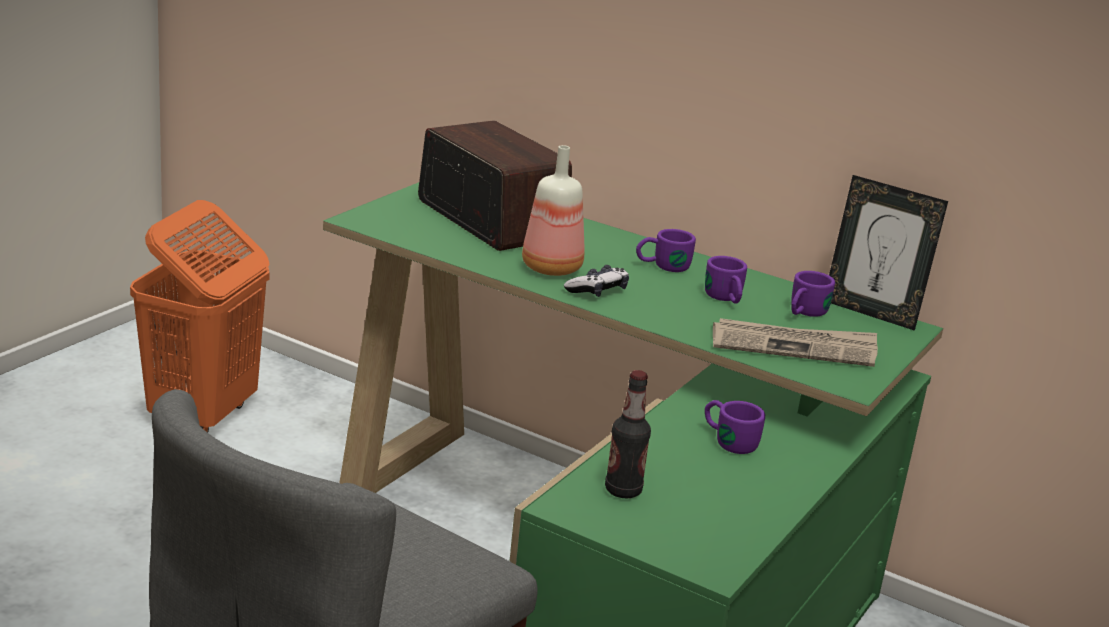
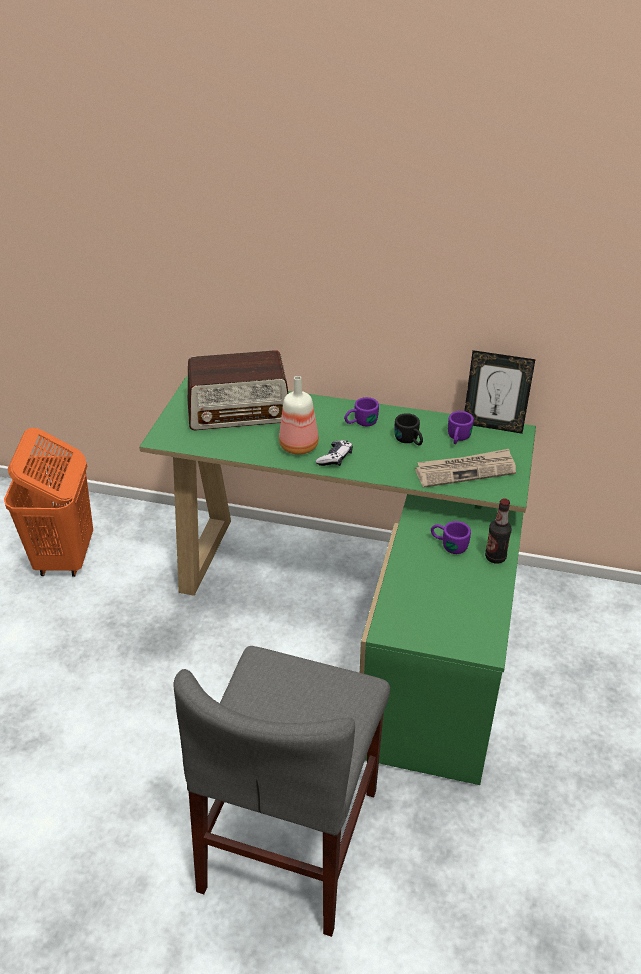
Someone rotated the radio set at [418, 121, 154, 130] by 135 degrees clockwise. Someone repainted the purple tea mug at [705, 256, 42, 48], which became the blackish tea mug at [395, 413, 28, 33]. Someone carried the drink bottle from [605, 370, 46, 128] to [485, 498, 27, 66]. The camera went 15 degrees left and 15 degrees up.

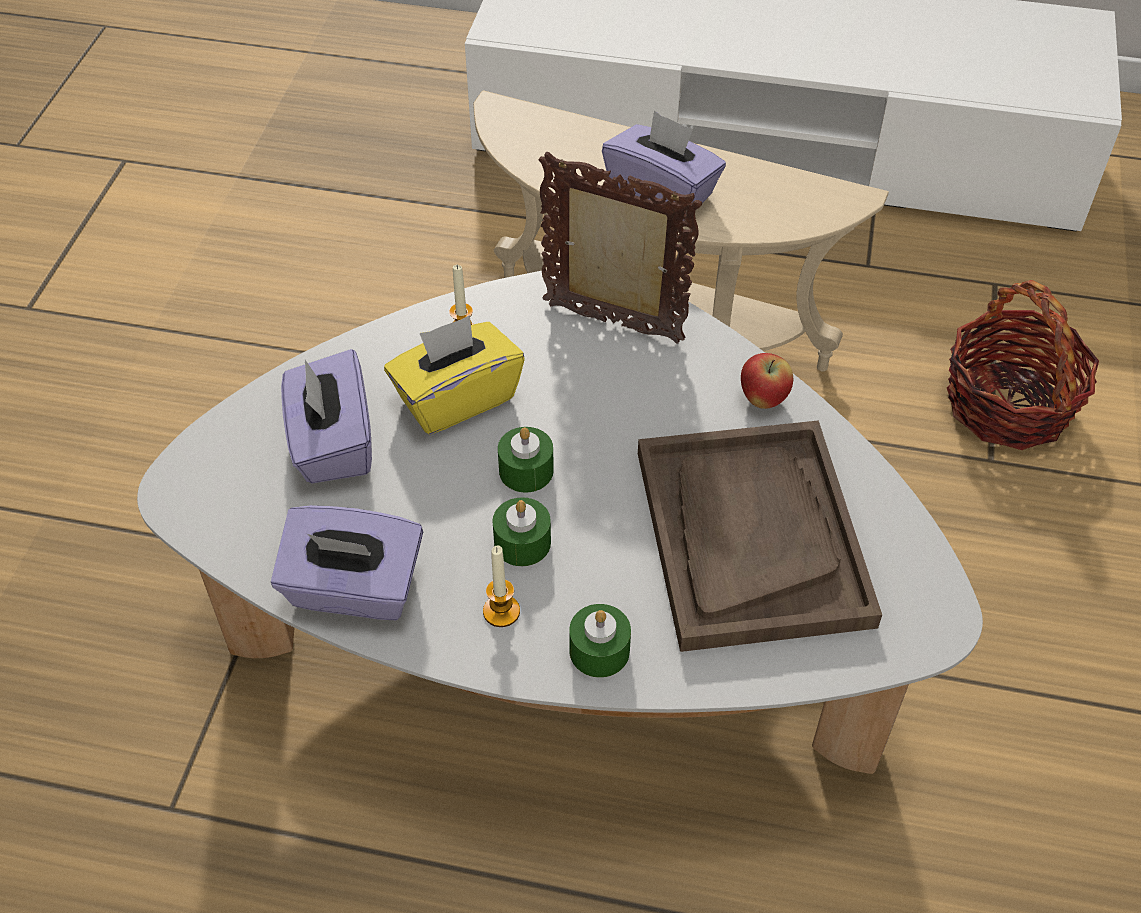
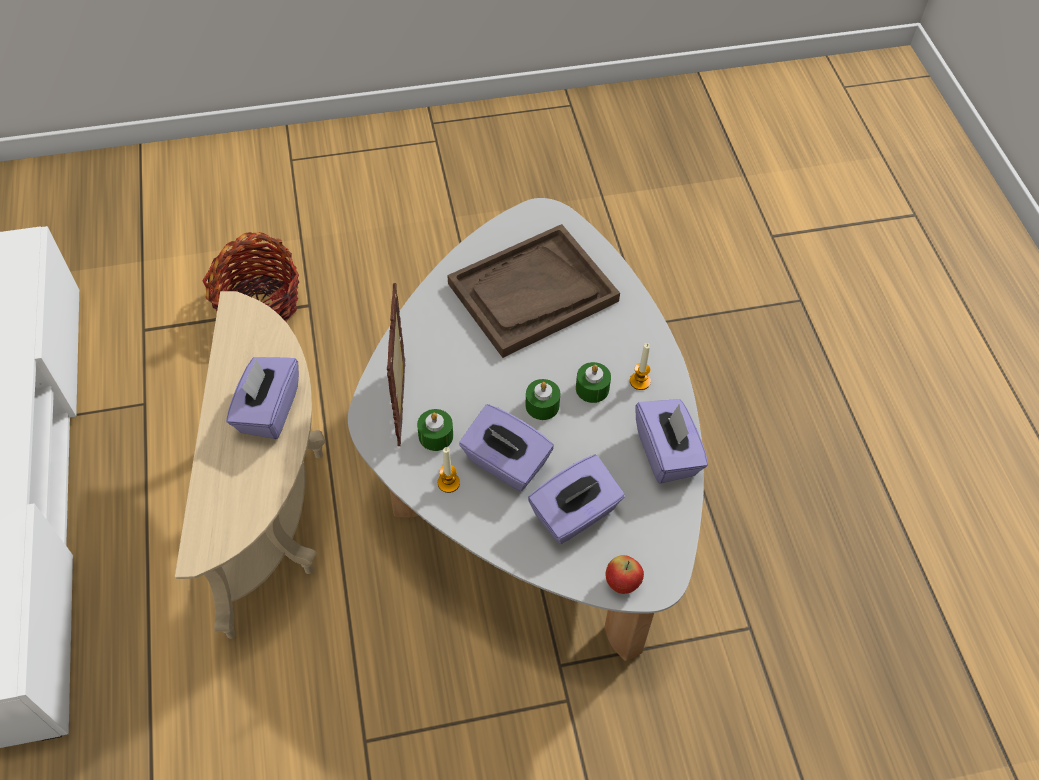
Someone carried the green-coloured wax candle from [569, 604, 62, 74] to [417, 409, 36, 42]. Someone repainted the yellow-coloured box of tissues at [384, 315, 140, 119], which became the purple box of tissues at [459, 404, 95, 87]. Someone carried the whole apple from [741, 353, 52, 56] to [606, 555, 38, 39]. The camera went 115 degrees left and 5 degrees up.

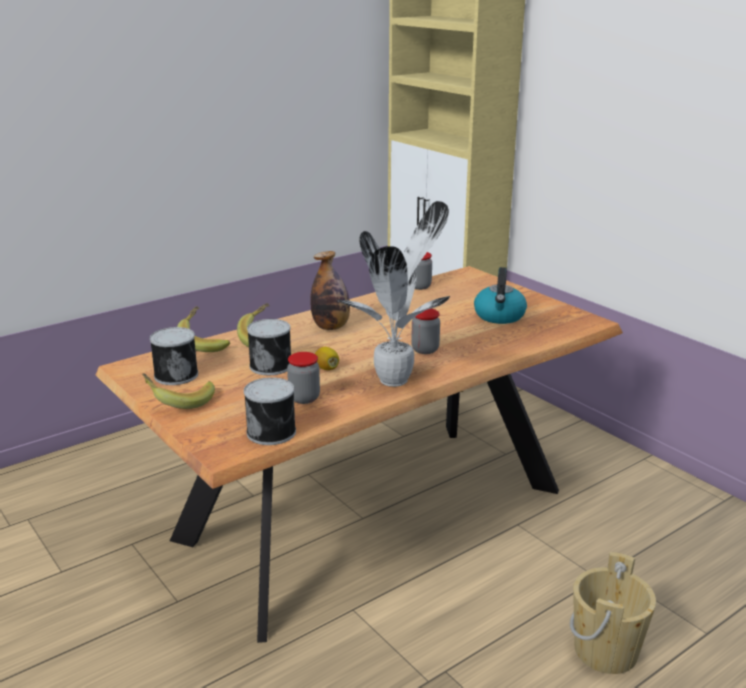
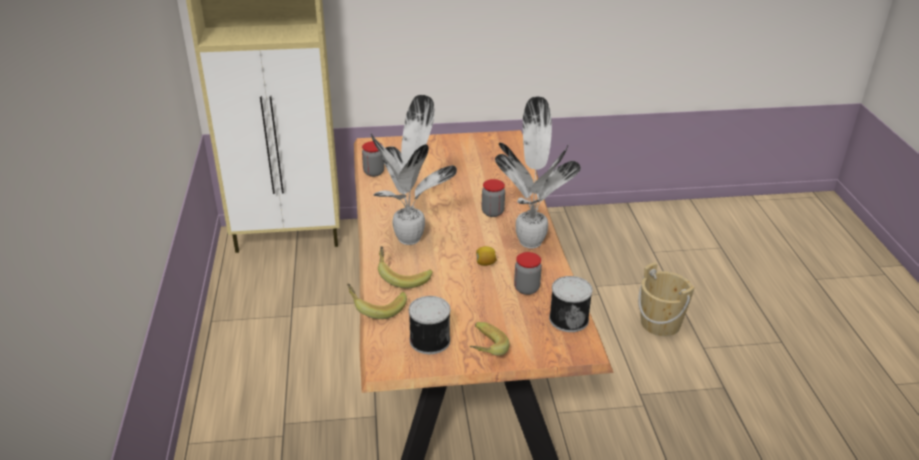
Someone swapped the drink bottle at [310, 251, 40, 79] for the houseplant at [371, 95, 86, 150]. Someone took away the sealed can at [247, 319, 44, 56]. Someone took away the water kettle at [474, 267, 53, 57]. The camera went 60 degrees left and 10 degrees up.

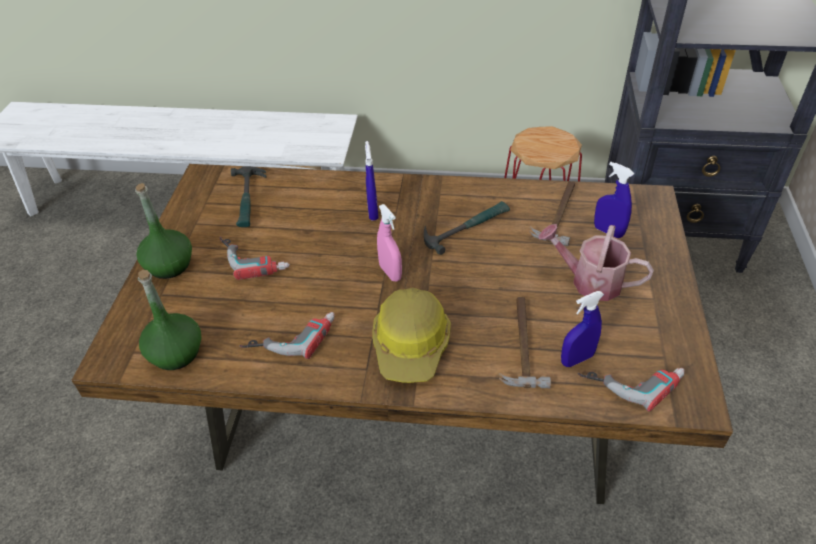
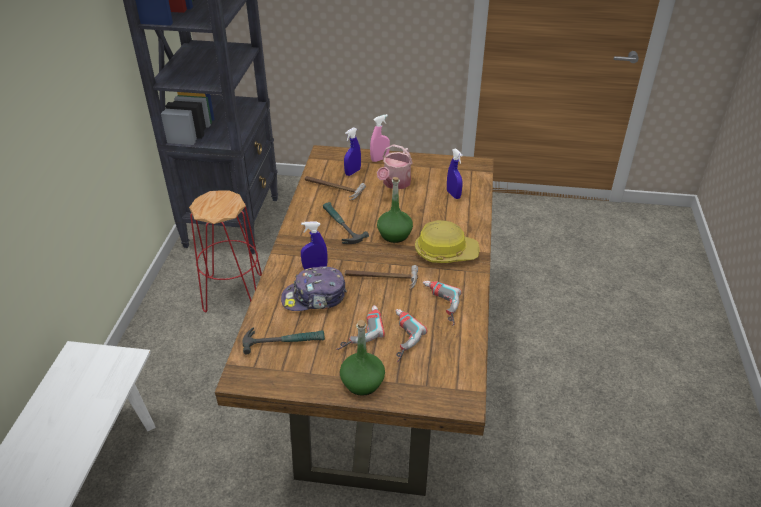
Someone put down the peaked cap at [281, 266, 66, 45]. Someone carried the tool hammer from [499, 297, 52, 91] to [345, 265, 73, 25]. Someone carried the pinkish sprayer from [377, 204, 25, 78] to [370, 114, 20, 48]. Someone carried the green-coloured drink bottle from [138, 270, 63, 100] to [377, 177, 36, 66]. Someone carried the electric drill from [578, 368, 107, 44] to [395, 309, 32, 53]. The camera went 90 degrees left and 5 degrees down.

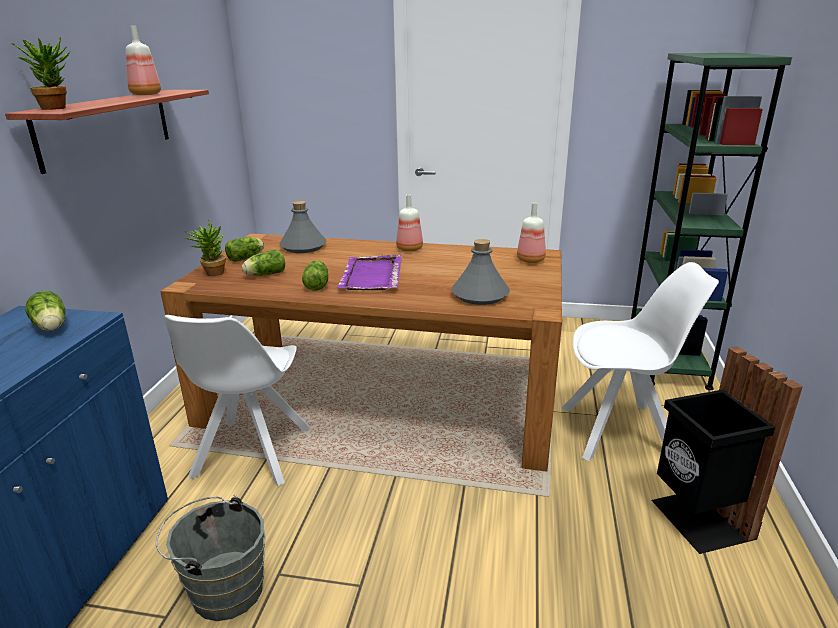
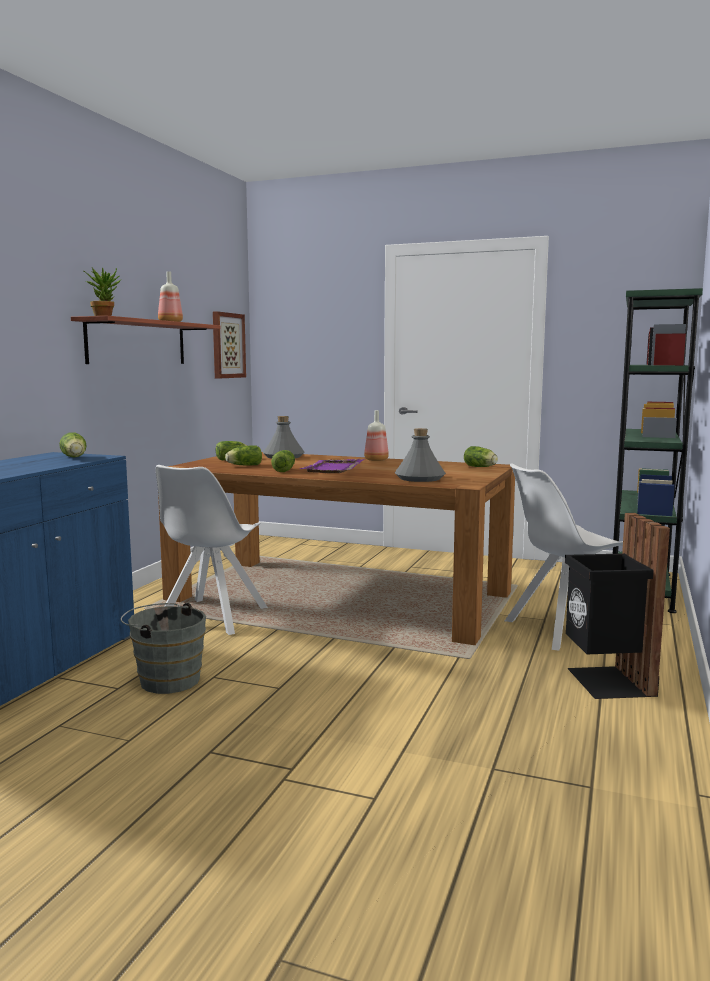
Someone put up the wall art at [213, 311, 33, 67]. Someone swapped the drink bottle at [517, 203, 29, 60] for the lettuce head at [464, 446, 34, 21]. Someone rotated the white upright chair at [562, 262, 157, 199] by 150 degrees clockwise. Someone took away the houseplant at [185, 220, 41, 56]. The camera went 10 degrees right and 15 degrees down.

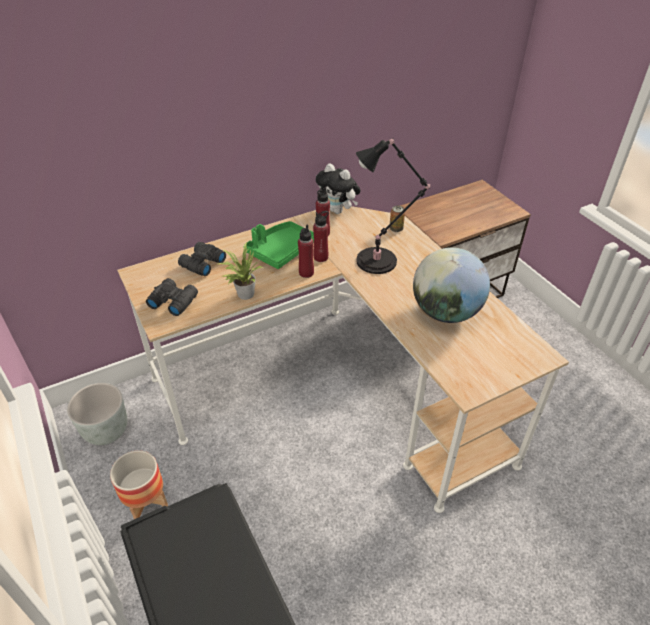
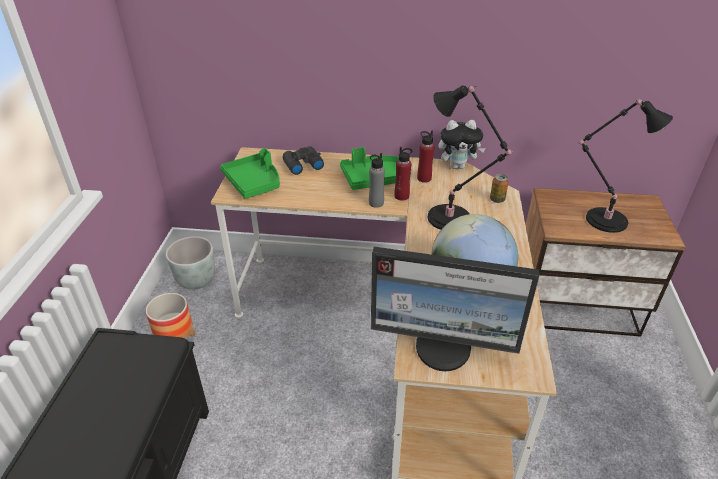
Someone swapped the blackish field glasses at [146, 278, 52, 38] for the green-coloured serving tray at [220, 148, 60, 51]. Someone repainted the red drink bottle at [298, 225, 16, 53], which became the greyish drink bottle at [369, 153, 16, 55]. Someone put down the computer display at [371, 247, 168, 124]. Someone rotated the cuddly toy at [316, 163, 45, 51] by 75 degrees counterclockwise. Someone put down the blackish tabletop lamp at [577, 99, 96, 134]. Someone took away the houseplant at [219, 242, 44, 58]. The camera went 35 degrees right and 5 degrees down.

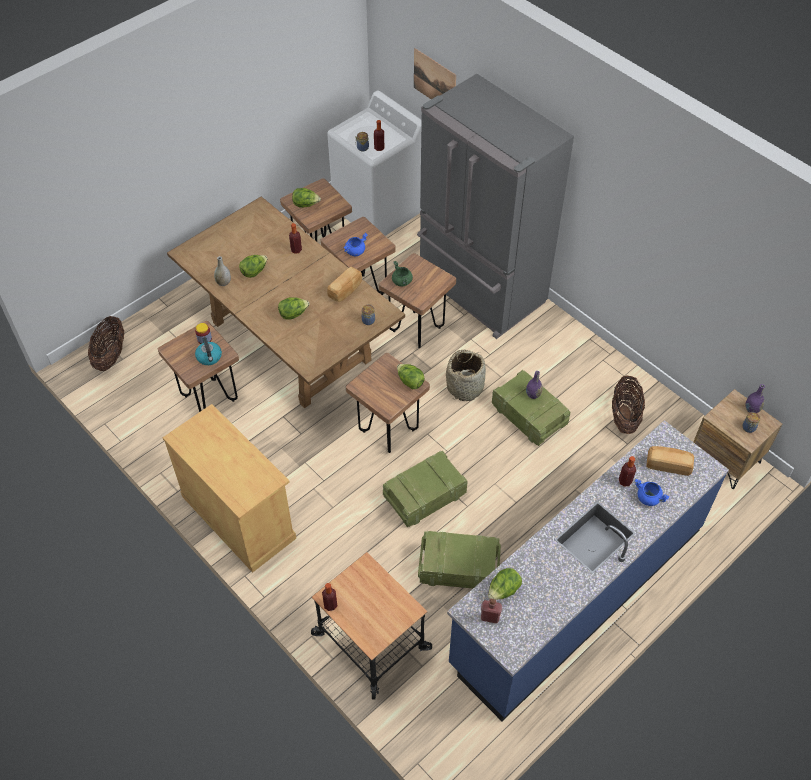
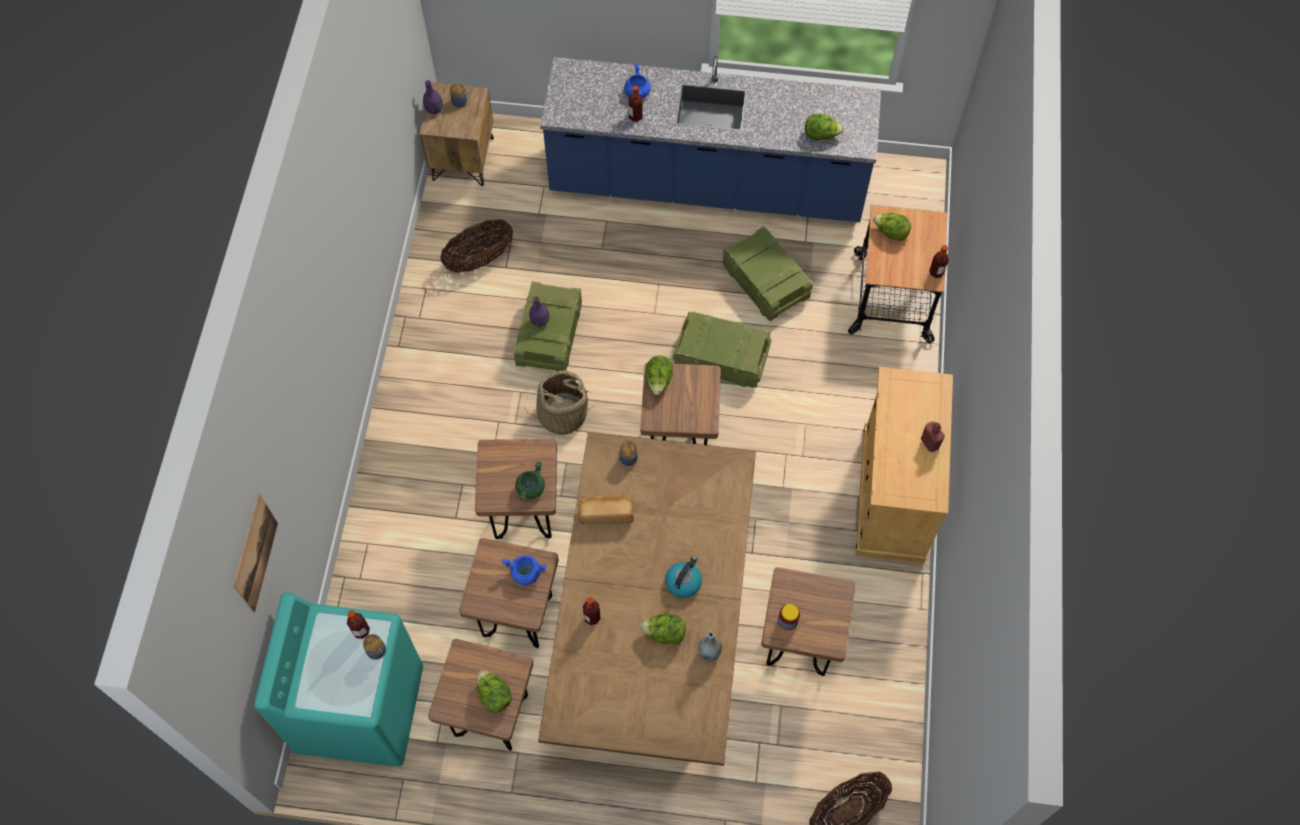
Someone repainted the white washing machine at [327, 90, 95, 146], which became the blue-green washing machine at [254, 593, 169, 174]. Someone carried the water kettle from [195, 337, 27, 28] to [665, 556, 37, 42]. Someone carried the lettuce head from [278, 297, 32, 23] to [873, 213, 38, 28]. Someone carried the red drink bottle from [481, 599, 21, 25] to [921, 422, 24, 30]. Someone took away the greyish kitchen fridge at [417, 74, 157, 265]. Someone took away the bread at [646, 446, 48, 30]. The camera went 130 degrees left and 10 degrees up.

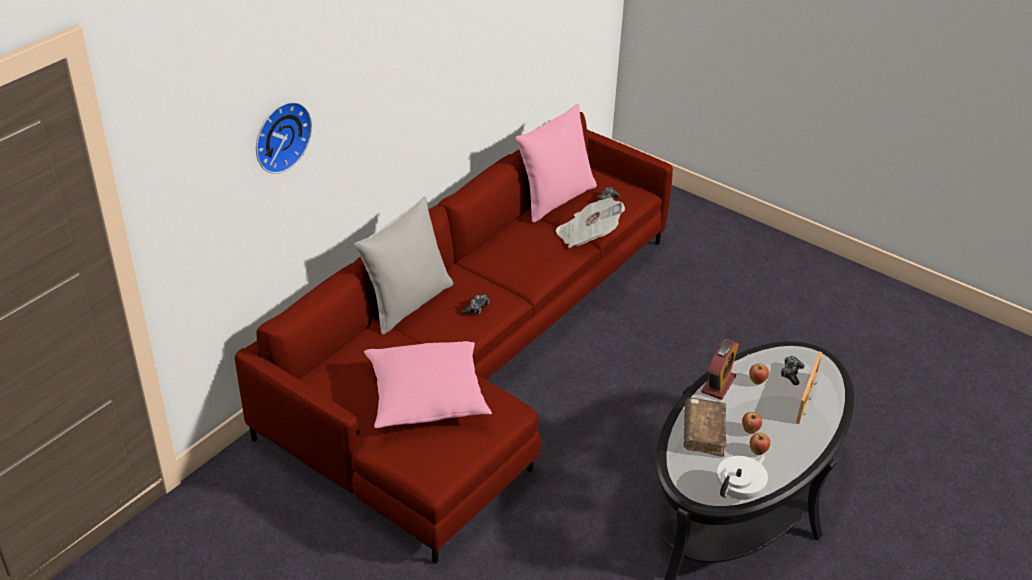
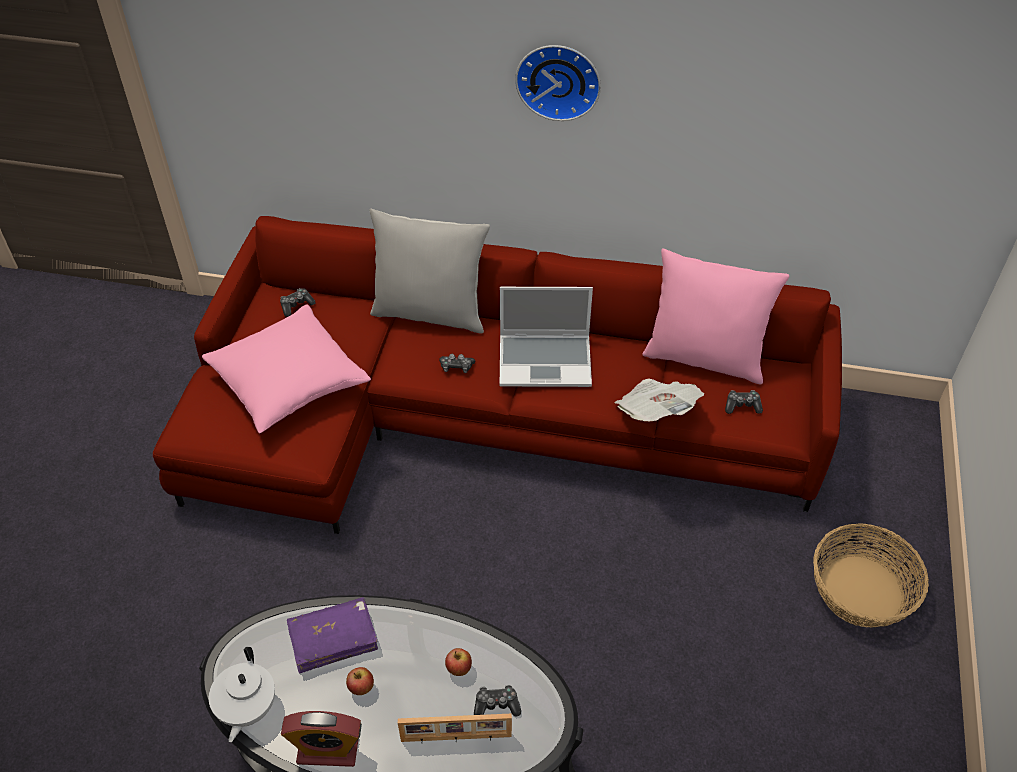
Someone rotated the white tea pot at [717, 454, 51, 46] by 75 degrees clockwise. Someone put down the game controller at [280, 288, 36, 29]. Someone carried the alarm clock from [701, 339, 38, 61] to [281, 711, 81, 56]. Someone repainted the brown bound book at [684, 398, 43, 59], which became the purple bound book at [287, 597, 91, 76]. Someone put down the laptop at [500, 287, 93, 100]. Someone carried the wall clock from [256, 101, 56, 73] to [515, 45, 86, 76]. Someone put down the storage basket at [813, 523, 116, 104]. Someone took away the whole apple at [750, 433, 20, 22]. The camera went 65 degrees right and 10 degrees up.

